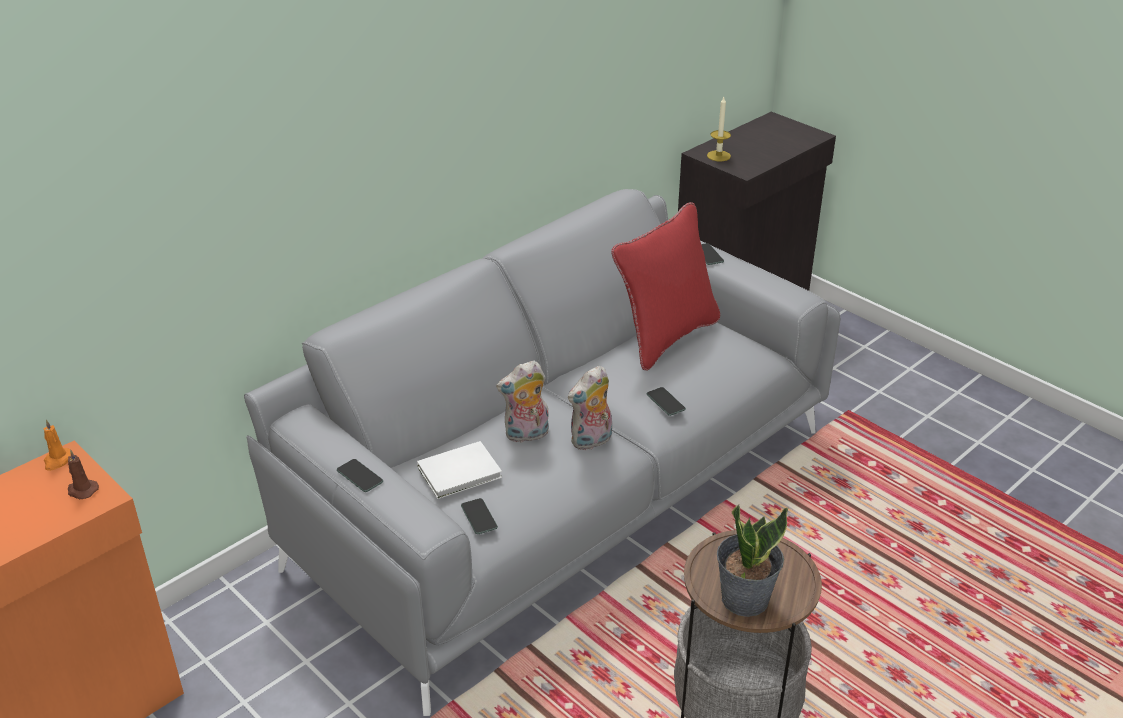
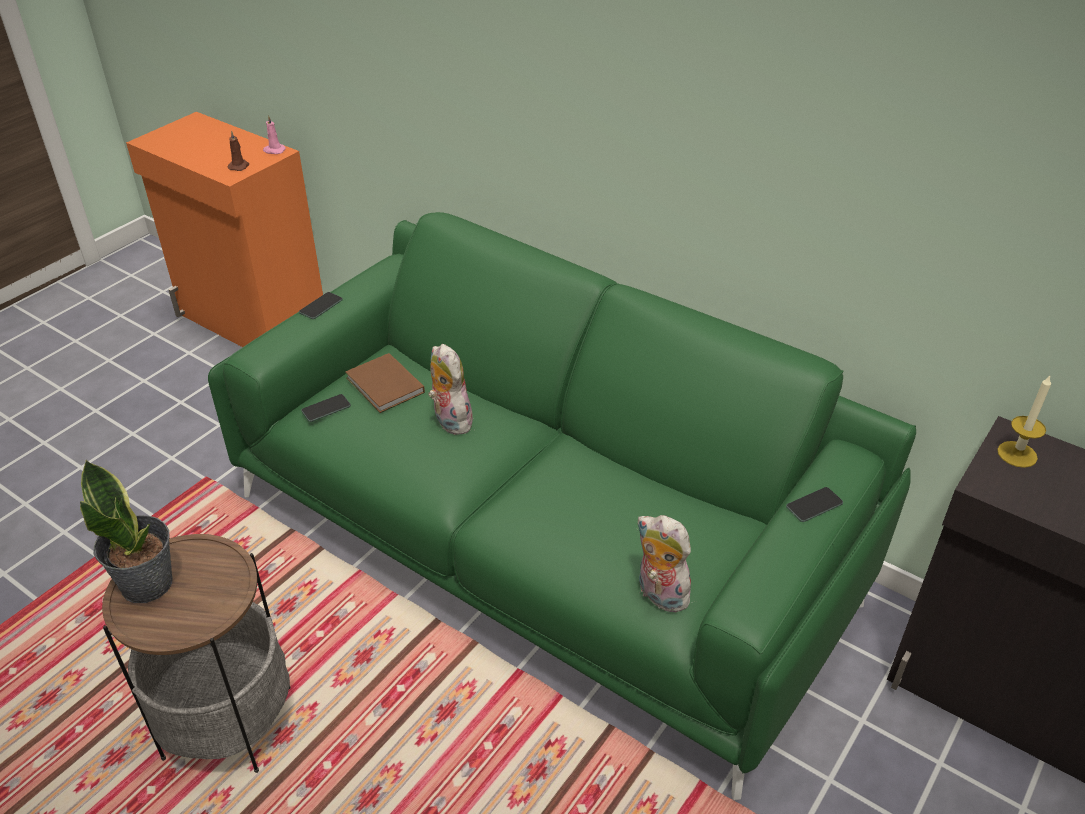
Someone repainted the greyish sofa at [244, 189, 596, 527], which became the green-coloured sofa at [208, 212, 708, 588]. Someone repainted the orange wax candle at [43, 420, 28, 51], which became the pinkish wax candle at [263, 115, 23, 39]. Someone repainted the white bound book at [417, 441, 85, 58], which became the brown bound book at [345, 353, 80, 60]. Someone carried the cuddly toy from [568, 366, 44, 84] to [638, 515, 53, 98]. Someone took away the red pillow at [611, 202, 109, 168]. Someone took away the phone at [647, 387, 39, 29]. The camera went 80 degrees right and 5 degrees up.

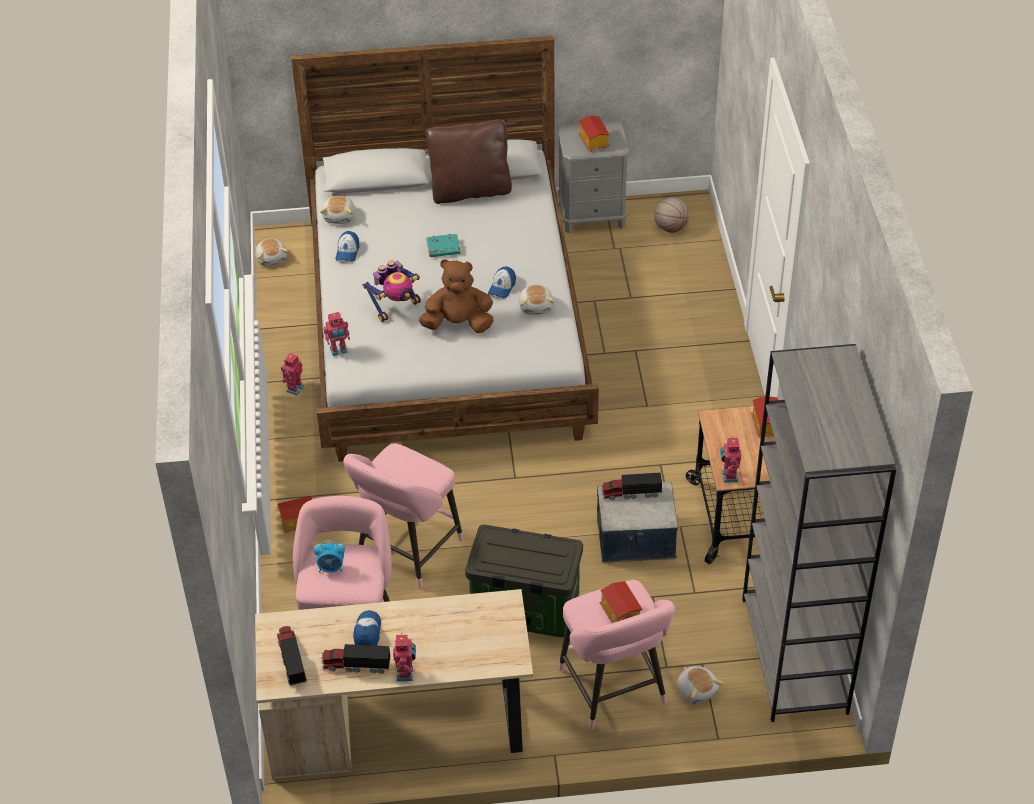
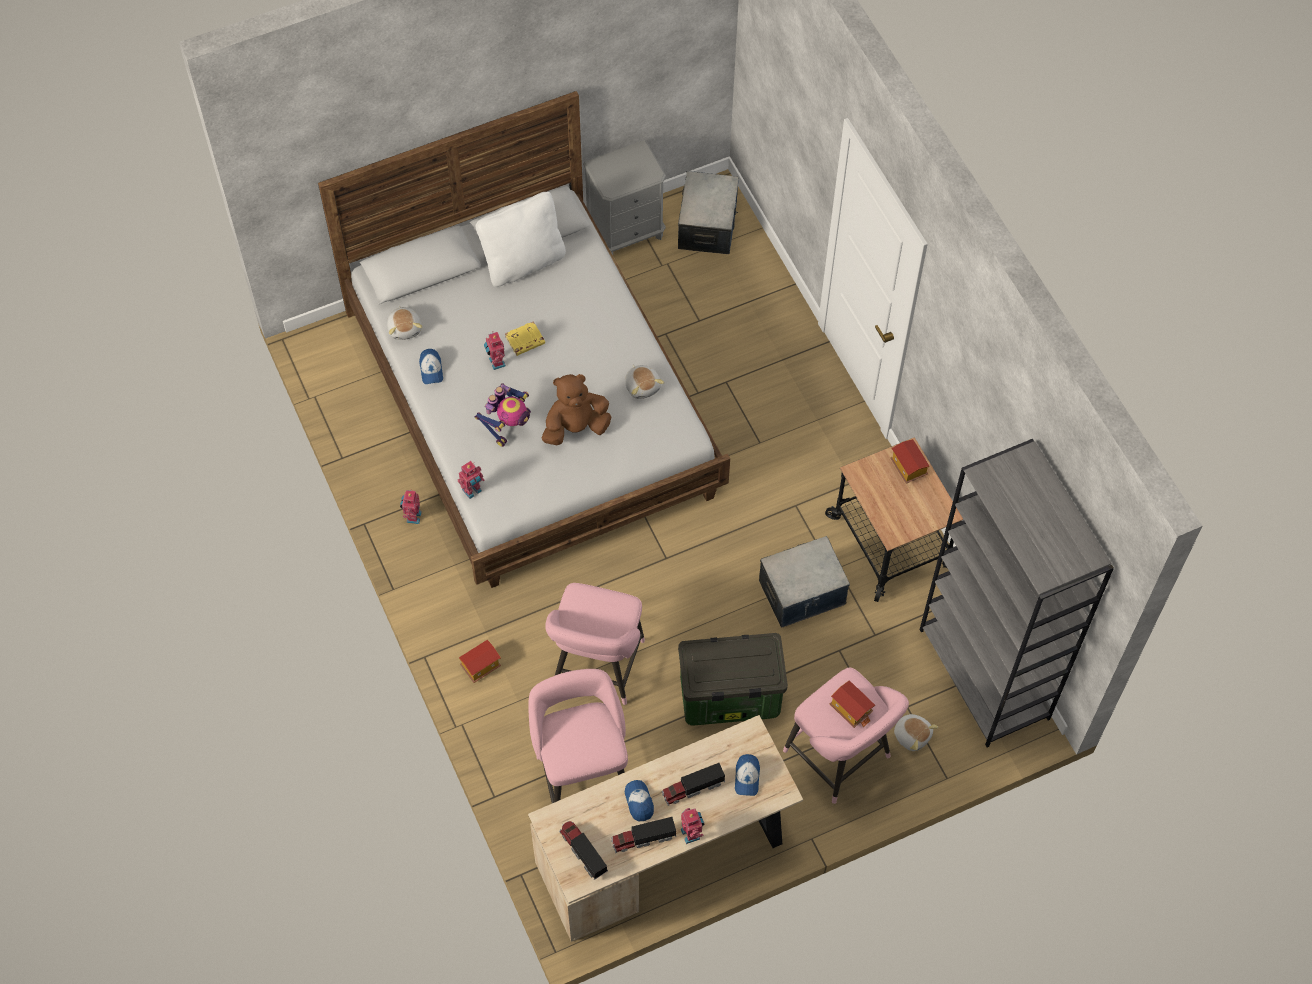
Someone repainted the brown pillow at [426, 119, 86, 85], which became the white pillow at [476, 192, 90, 95]. Someone carried the robot figure from [720, 438, 21, 45] to [484, 331, 22, 39]. Someone repainted the blue-green bound book at [426, 234, 35, 23], which became the yellow-coloured bound book at [505, 321, 40, 35]. Someone carried the toy truck from [601, 472, 61, 28] to [661, 763, 64, 43]. Someone swapped the ball for basketball at [654, 197, 35, 36] for the storage container at [678, 171, 61, 83]. Someone carried the peaked cap from [488, 266, 28, 32] to [735, 754, 25, 42]. Someone took away the cuddly toy at [255, 238, 33, 28]. Someone took away the alarm clock at [314, 540, 31, 33]. Someone took away the model house at [579, 116, 31, 36]. The camera went 20 degrees left and 15 degrees up.

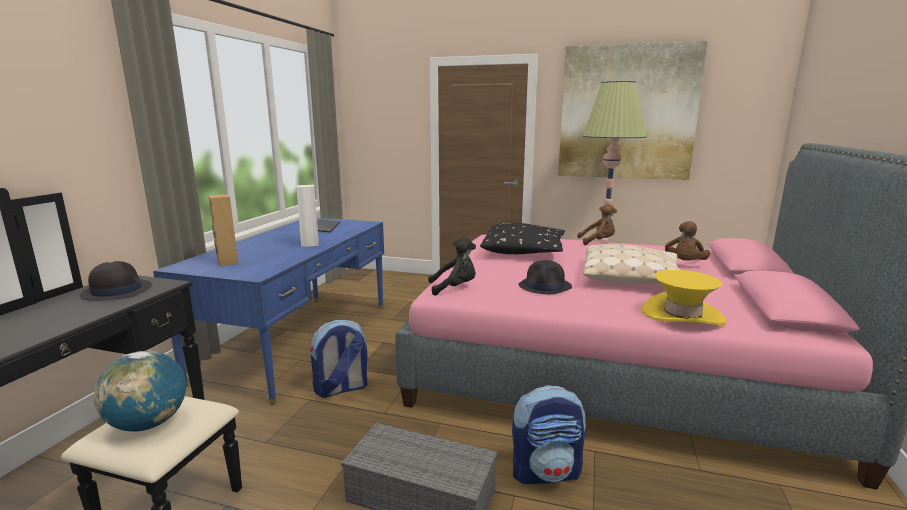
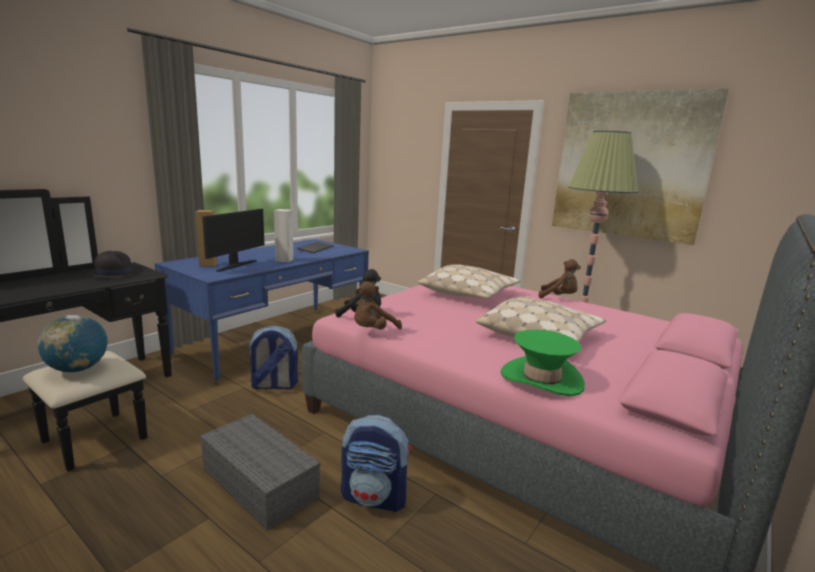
Someone put down the computer display at [202, 209, 62, 63]. Someone carried the brown cuddly toy from [665, 221, 45, 40] to [354, 281, 48, 48]. Someone repainted the blackish pillow at [480, 223, 85, 31], which became the beige-coloured pillow at [418, 264, 103, 35]. Someone repainted the yellow-coloured clothing hat at [642, 270, 85, 55], which became the green-coloured clothing hat at [501, 330, 84, 67]. Someone took away the blackish clothing hat at [519, 260, 53, 34]. The camera went 20 degrees right and 0 degrees up.

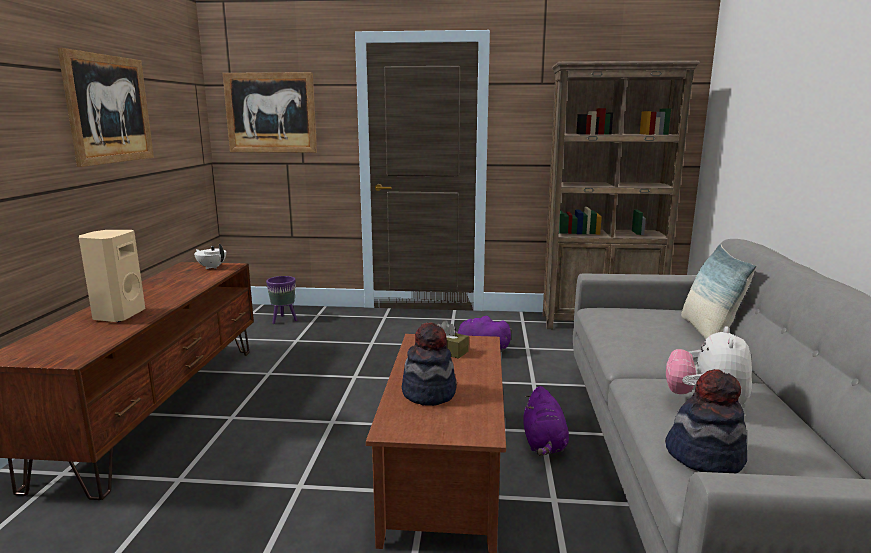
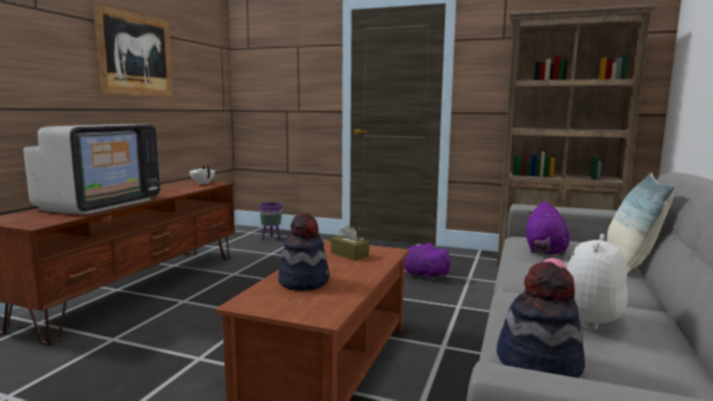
Someone swapped the beige-coloured audio speaker at [79, 230, 66, 92] for the TV at [23, 124, 137, 91]. Someone carried the purple cuddly toy from [523, 386, 46, 70] to [526, 201, 43, 55]. Someone took away the wall art at [223, 72, 94, 81]. The camera went 15 degrees right and 5 degrees down.

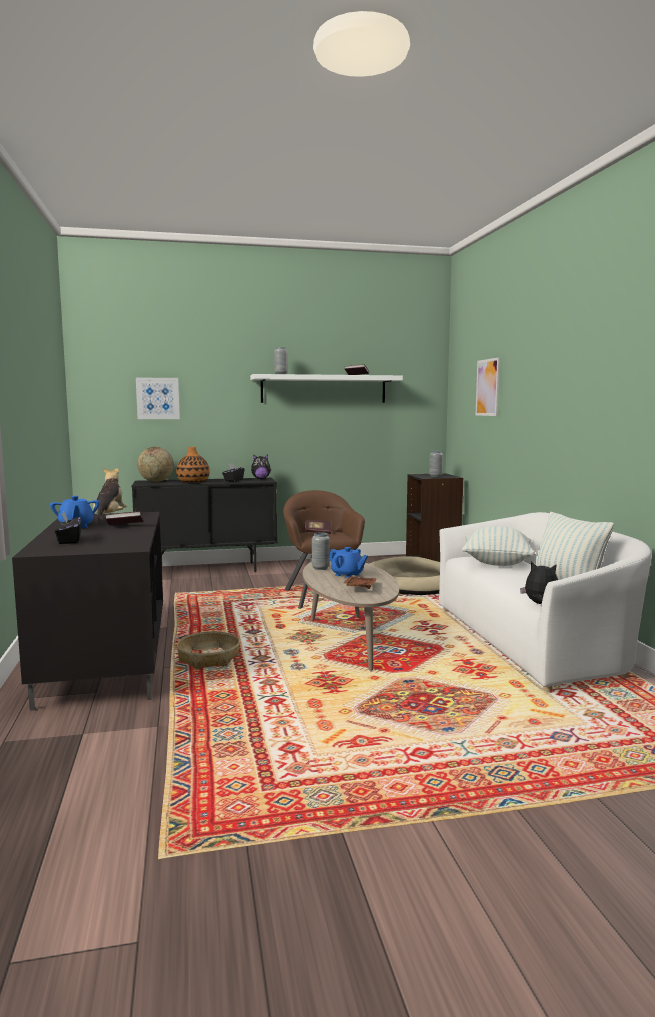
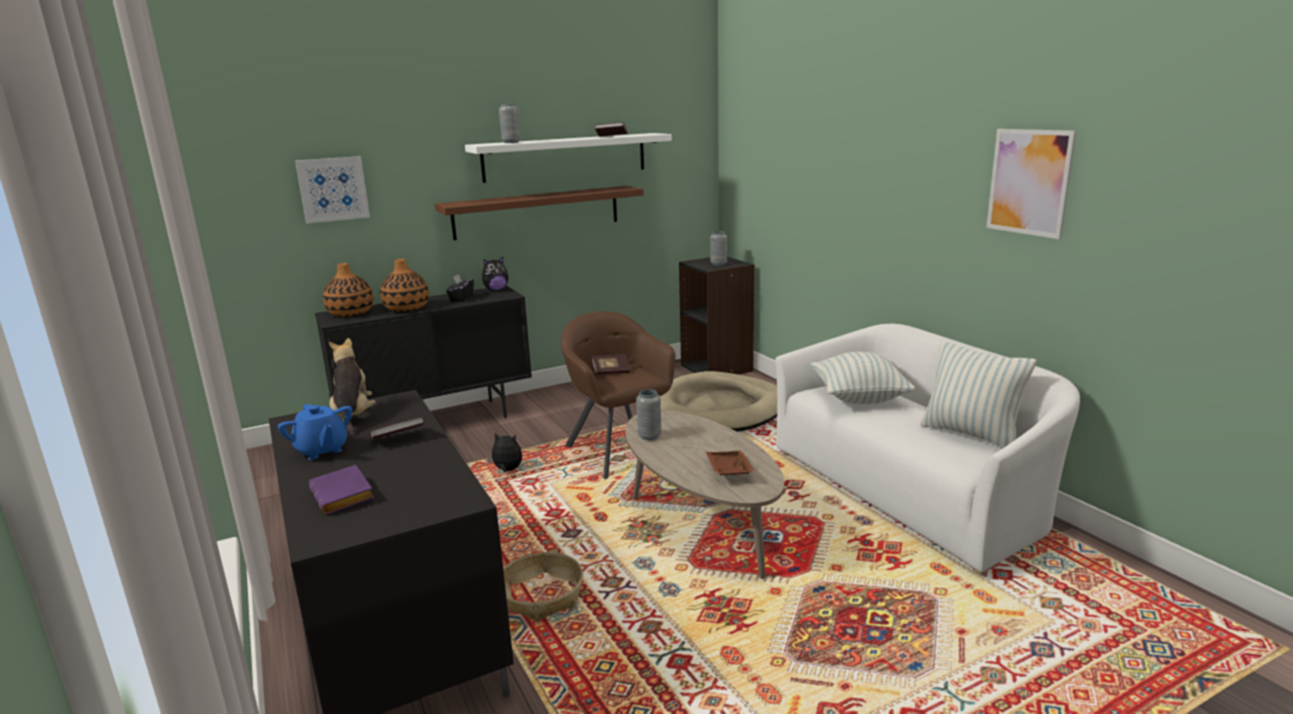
Someone swapped the blackish box of tissues at [54, 512, 27, 32] for the purple bound book at [309, 465, 66, 49]. Someone swapped the globe at [137, 447, 37, 35] for the decorative vase at [323, 263, 50, 54]. Someone put up the brown shelf at [435, 186, 208, 54]. Someone carried the cuddly toy from [520, 561, 38, 43] to [487, 433, 35, 39]. Someone carried the wall art from [476, 357, 24, 59] to [986, 129, 90, 110]. Someone took away the blue-coloured tea pot at [329, 547, 39, 31]. The camera went 15 degrees left and 10 degrees up.

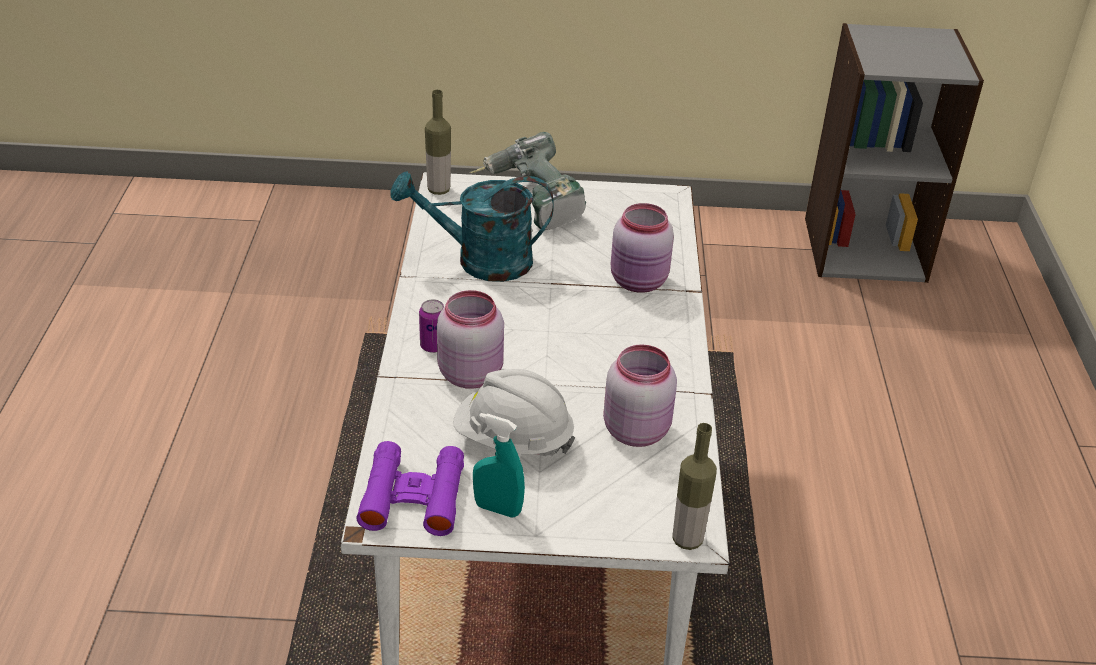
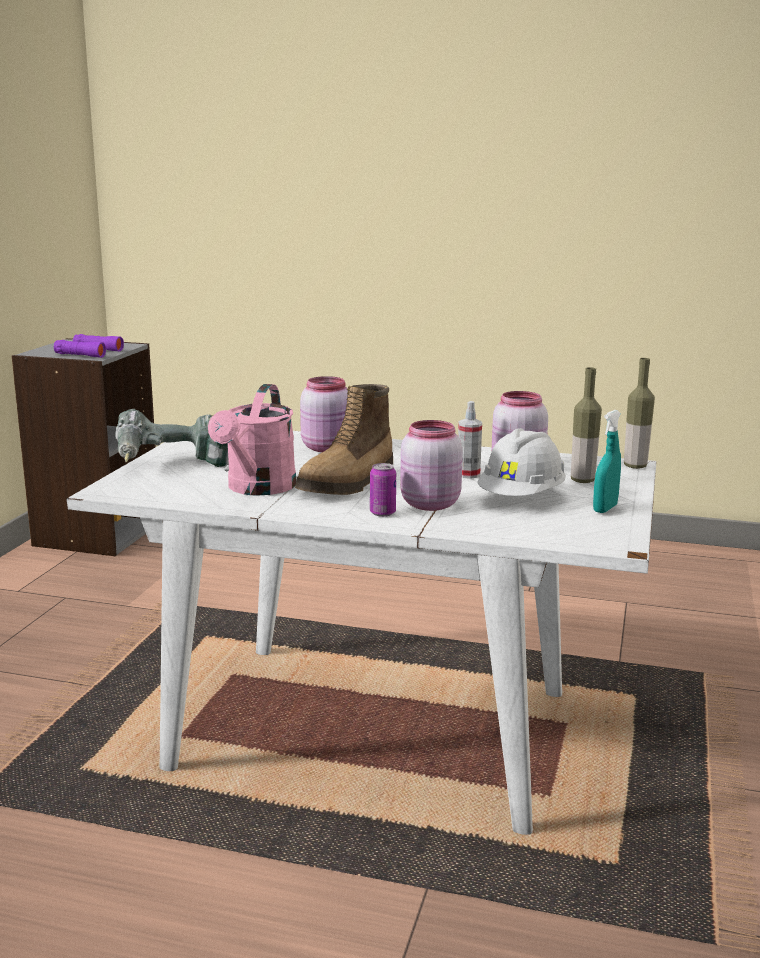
Someone carried the purple field glasses from [356, 441, 108, 95] to [54, 334, 70, 24]. Someone repainted the blue-green watering can at [390, 171, 164, 111], which became the pinkish watering can at [208, 384, 88, 112]. Someone put down the tall boot at [295, 384, 98, 111]. Someone put down the sprayer at [458, 401, 24, 78]. Someone carried the drink bottle from [425, 90, 26, 105] to [571, 367, 31, 116]. The camera went 75 degrees left and 20 degrees down.

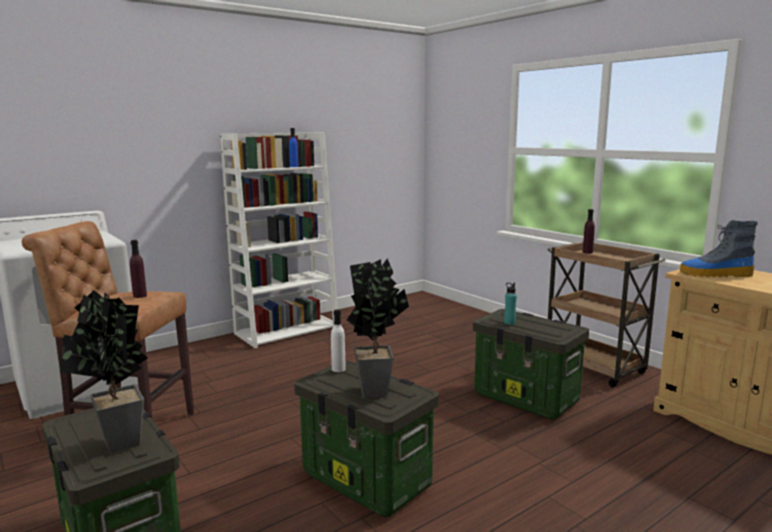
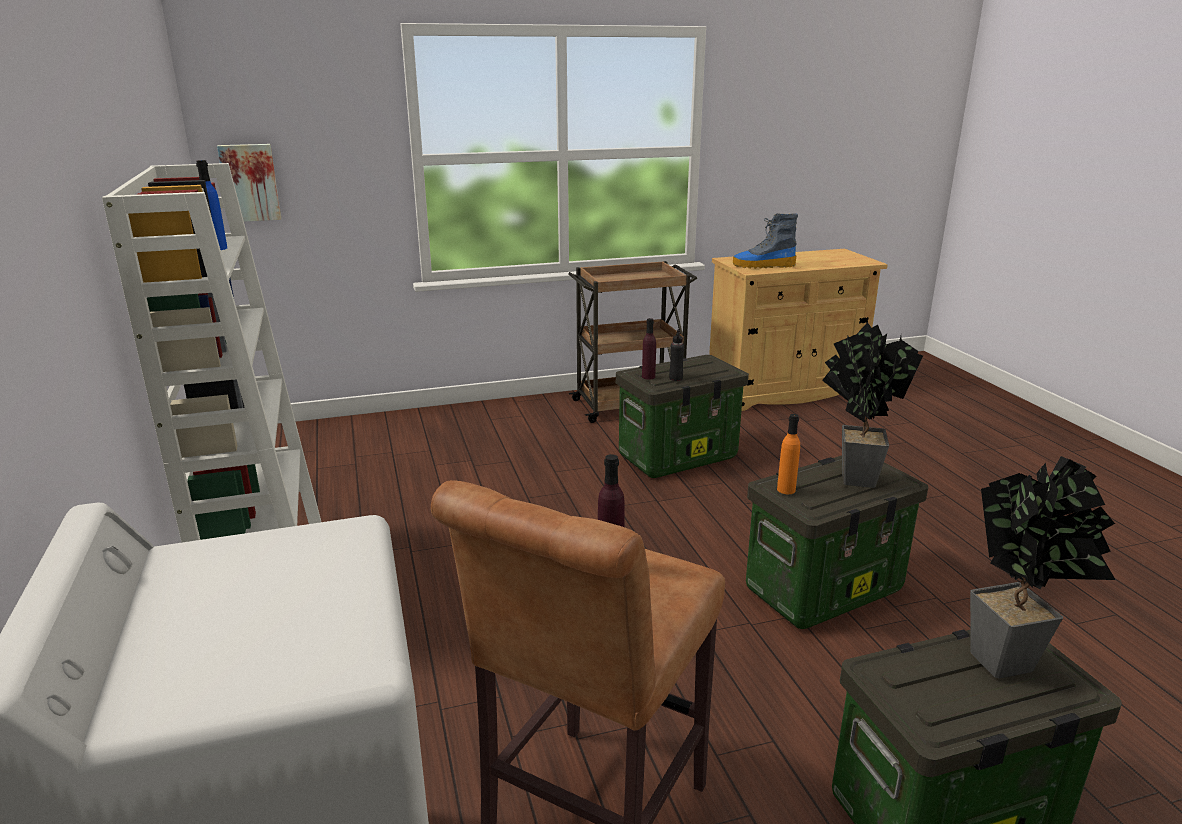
Someone put up the wall art at [217, 144, 64, 78]. Someone carried the purple drink bottle from [583, 209, 12, 45] to [642, 318, 14, 62]. Someone repainted the blue-green drink bottle at [504, 282, 13, 43], which became the blackish drink bottle at [669, 330, 15, 51]. Someone rotated the tall boot at [680, 220, 77, 57] by 60 degrees clockwise. Someone repainted the white drink bottle at [331, 309, 15, 63], which became the orange drink bottle at [777, 414, 23, 80]. The camera went 70 degrees left and 10 degrees up.

